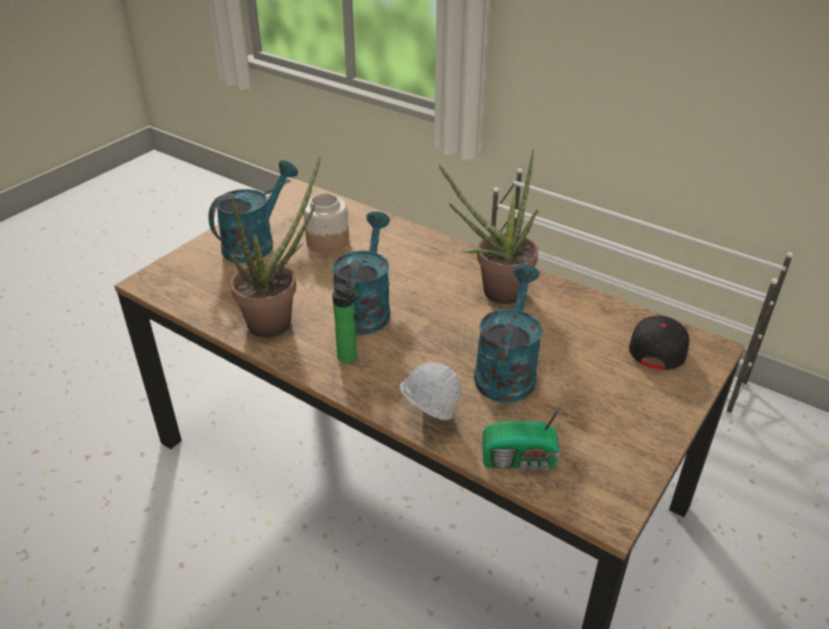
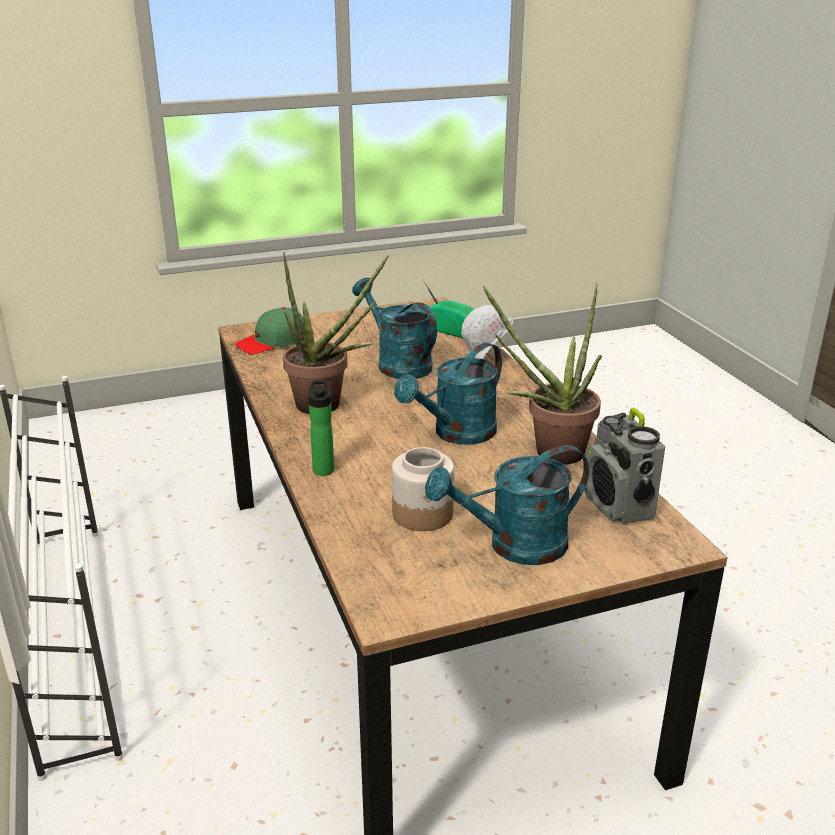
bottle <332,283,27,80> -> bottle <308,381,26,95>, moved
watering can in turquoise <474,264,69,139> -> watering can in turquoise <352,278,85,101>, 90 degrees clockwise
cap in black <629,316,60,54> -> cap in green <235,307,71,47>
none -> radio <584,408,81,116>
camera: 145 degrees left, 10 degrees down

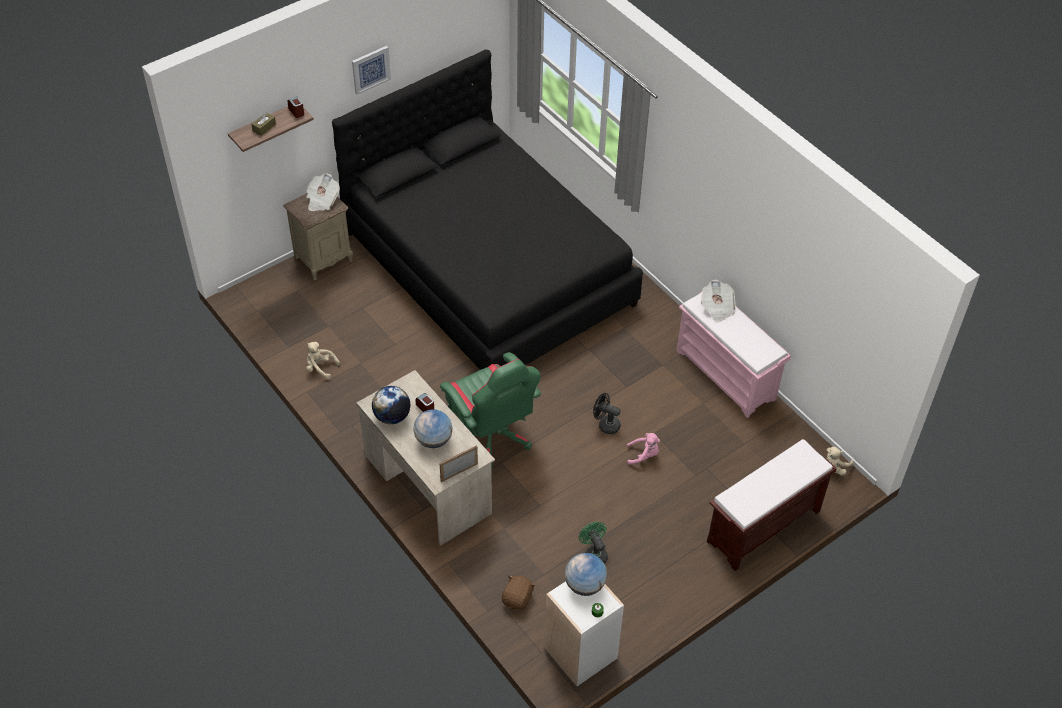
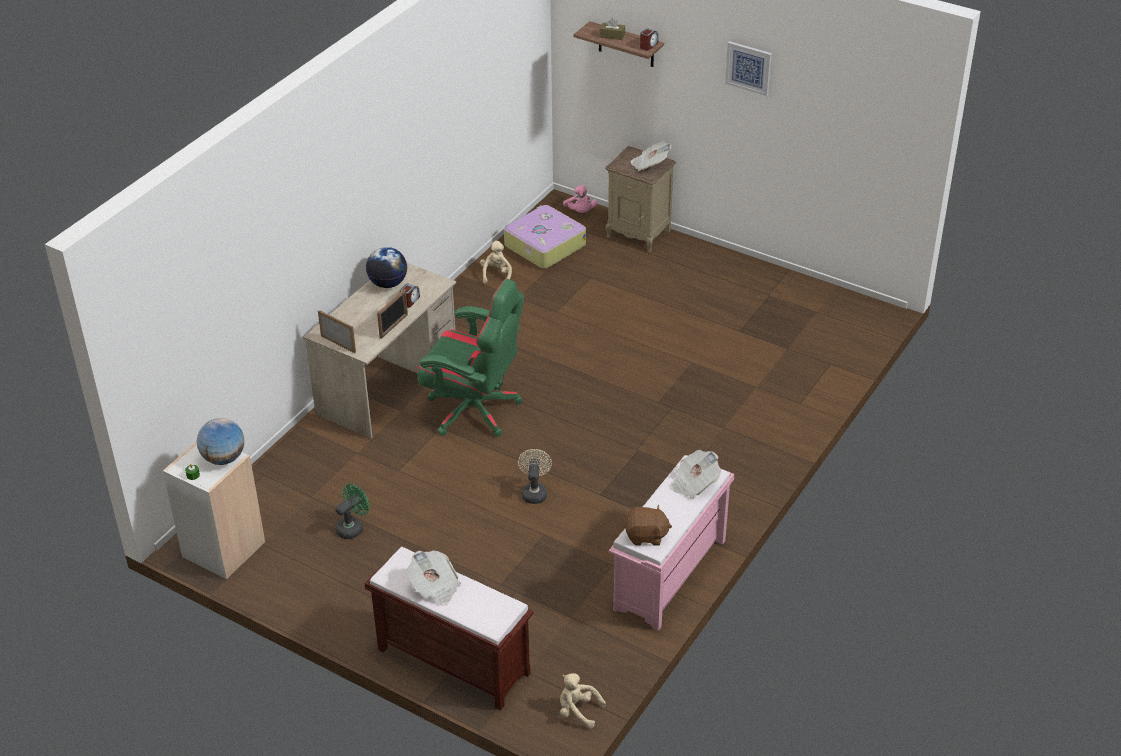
bed in black <332,49,311,321> -> none
globe <413,409,40,39> -> none
office chair in green <440,352,101,117> -> office chair in green <417,278,107,159>, 105 degrees counterclockwise
plush toy in brown <502,575,33,35> -> plush toy in brown <624,505,48,41>, moved
fan in black <593,393,28,42> -> fan in beige <518,449,34,55>
plush toy in pink <627,433,33,32> -> plush toy in pink <563,185,34,28>, moved
none -> picture frame <377,289,31,50>
none -> newspaper <407,550,54,56>
none -> suitcase <504,205,82,64>
camera: 70 degrees right, 10 degrees down

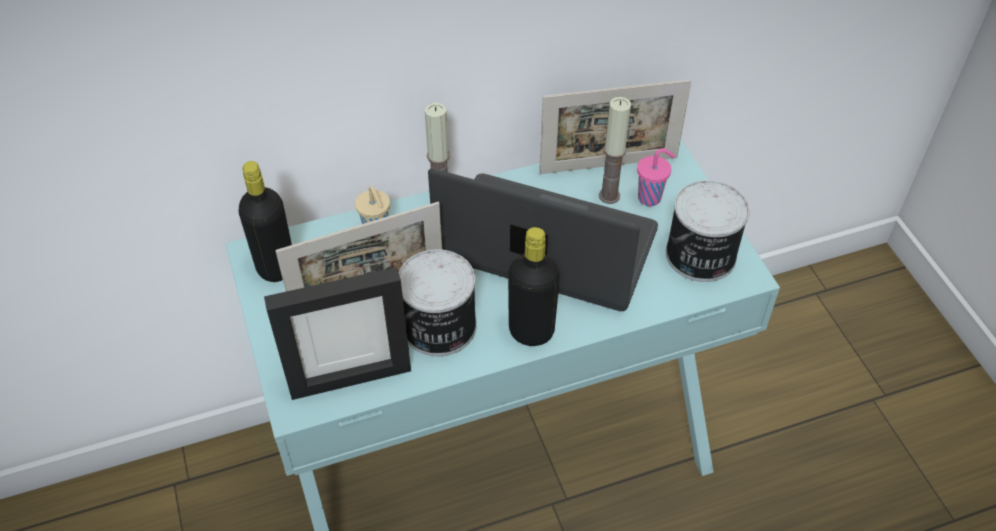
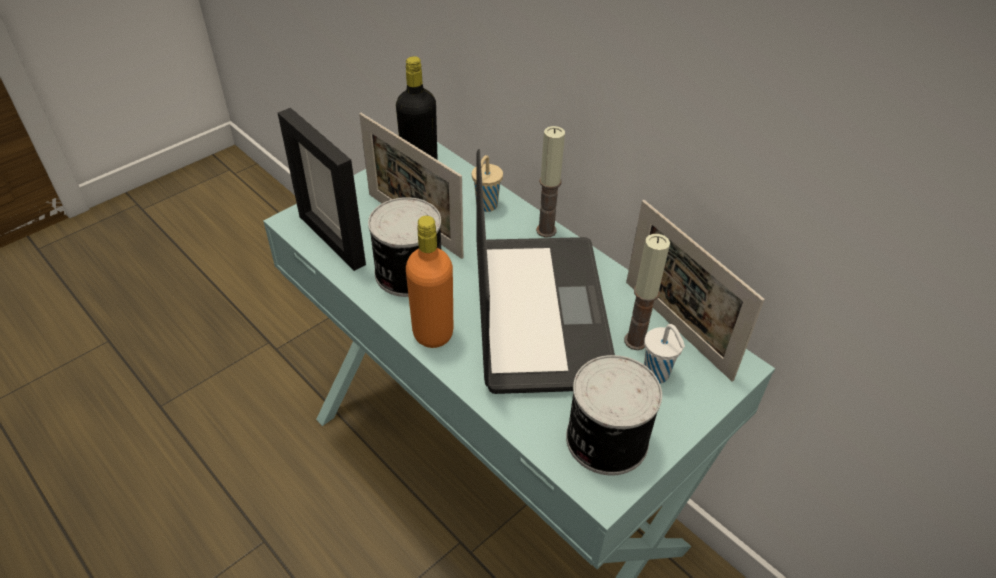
bottle in black <508,227,52,119> -> bottle in orange <406,216,47,132>
cup in pink <637,148,39,58> -> cup in white <644,324,41,60>
camera: 65 degrees right, 5 degrees down

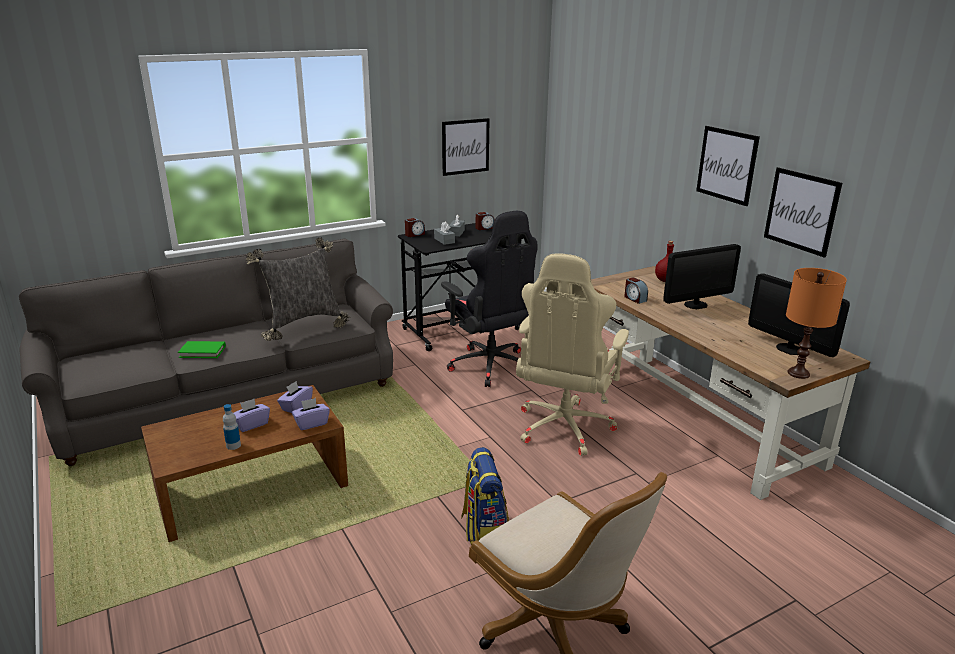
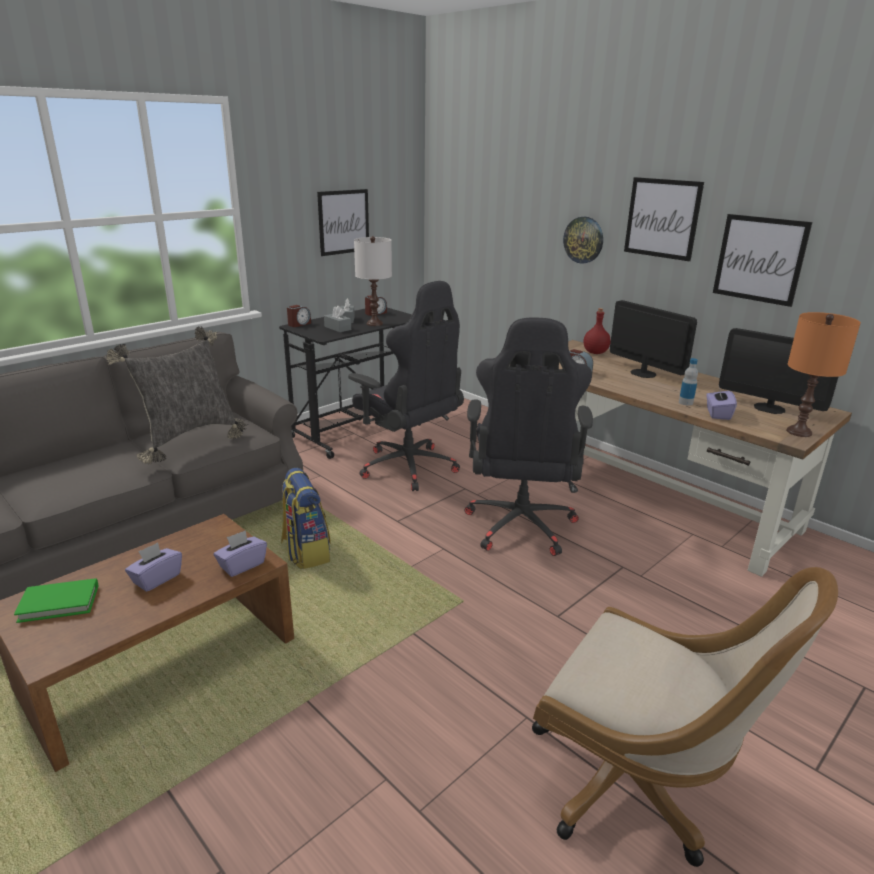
book in green <178,341,48,17> -> book in green <14,578,84,45>, moved
bottle <223,404,18,46> -> bottle <679,358,19,48>, moved
tissue box in purple <277,381,36,32> -> tissue box in purple <706,387,31,33>, moved
backpack <461,447,48,97> -> backpack <281,468,50,102>, moved
office chair in beige <516,253,113,203> -> office chair in black <464,317,129,239>
monitor <663,244,78,65> -> monitor <610,300,87,78>, 90 degrees counterclockwise
none -> table lamp in white <354,236,38,90>
none -> wall clock <563,217,40,47>
camera: 15 degrees left, 0 degrees up

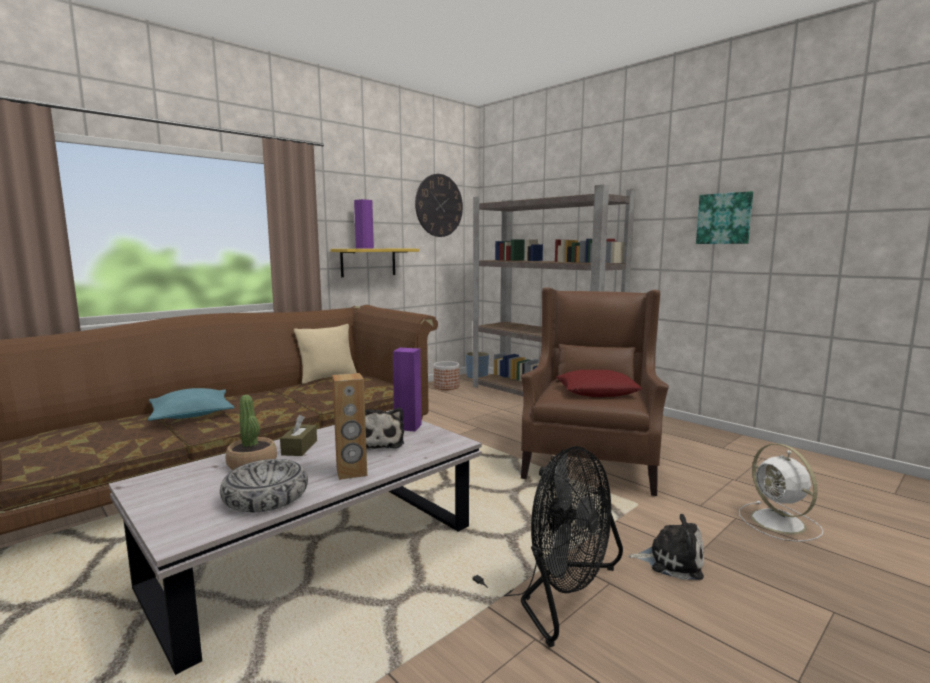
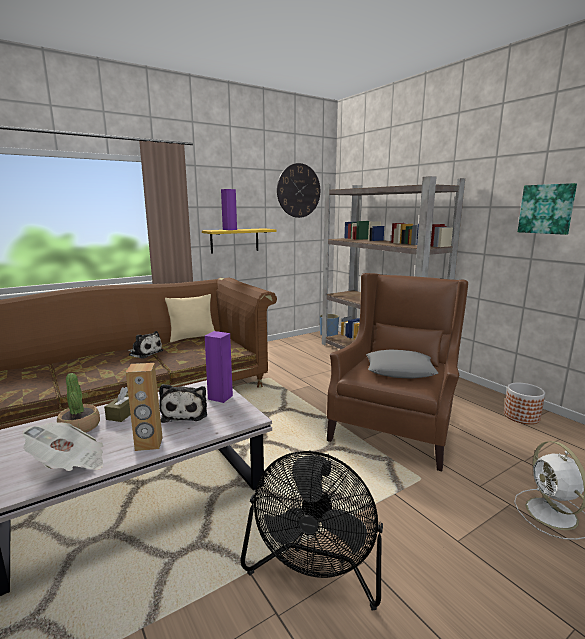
pillow in turquoise <148,388,86,33> -> none
bowl <220,459,88,53> -> newspaper <22,422,81,49>
planter <434,361,25,29> -> planter <504,382,41,42>, moved
fan in black <472,446,151,202> -> fan in black <241,451,142,160>, 60 degrees clockwise
pillow in red <557,370,86,27> -> pillow in grey <366,349,73,30>
plush toy <628,514,76,66> -> plush toy <128,331,35,27>, moved
camera: 10 degrees right, 5 degrees up

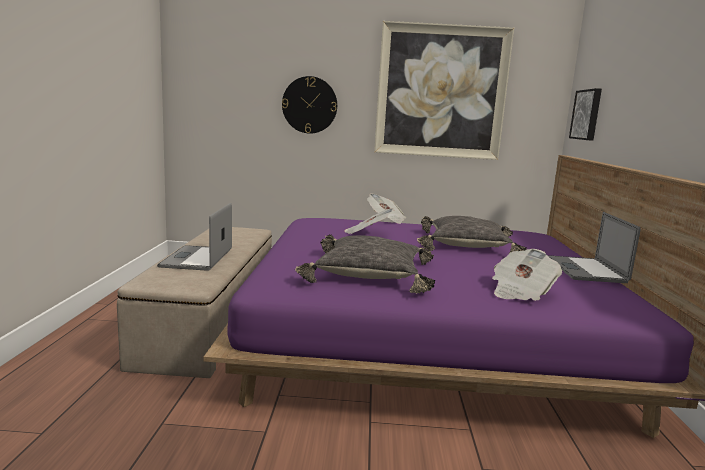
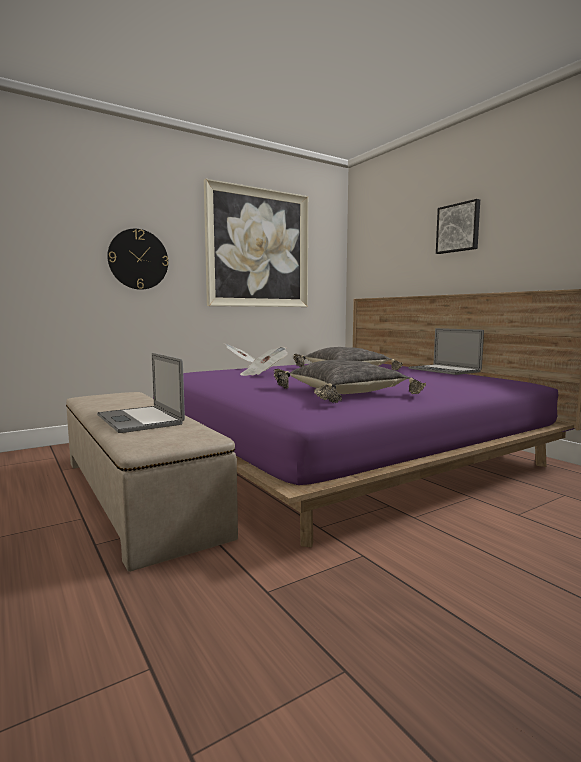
newspaper <492,249,70,52> -> none
picture <569,88,33,53> -> picture <436,199,44,55>, moved
camera: 35 degrees left, 5 degrees down

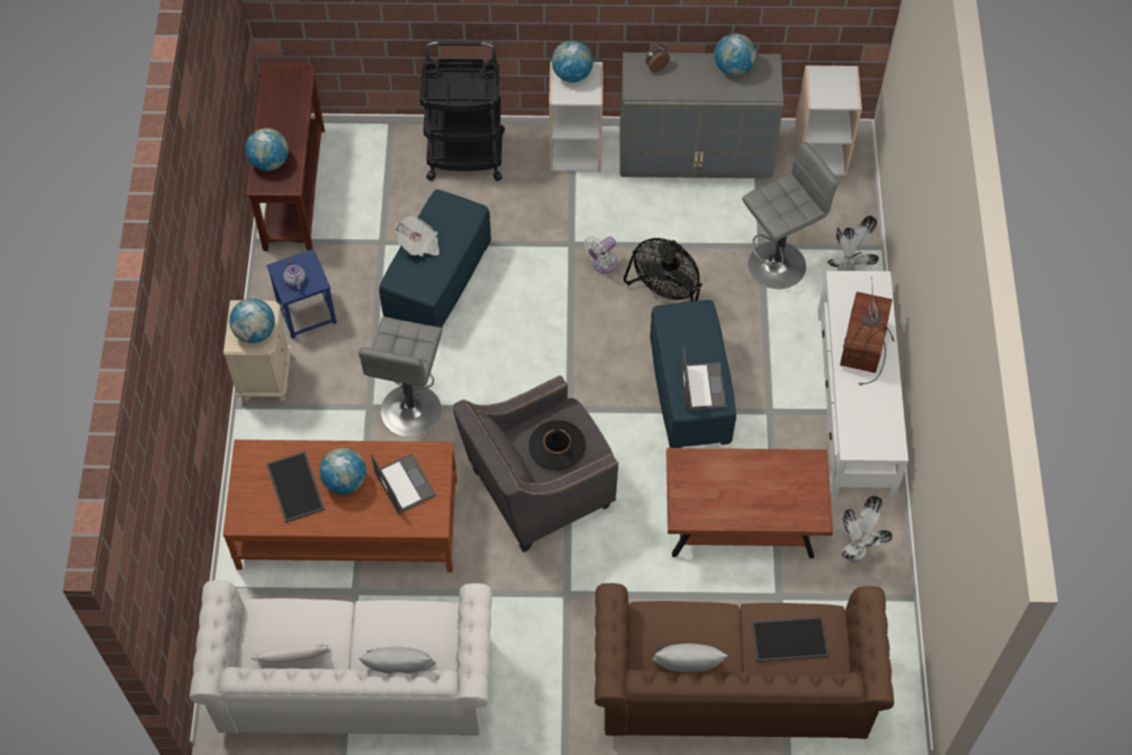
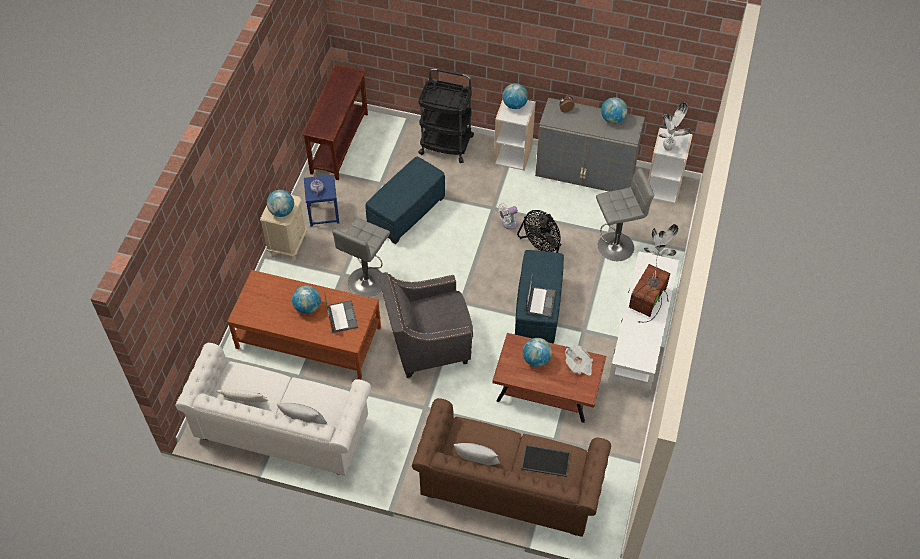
globe <245,128,43,43> -> globe <523,338,29,29>, moved
tray <267,451,58,72> -> none
newspaper <394,216,45,41> -> newspaper <565,345,28,31>, moved
hat in black <529,420,57,51> -> none
potted plant <841,496,51,67> -> potted plant <658,103,33,48>, moved
camera: 15 degrees right, 5 degrees down

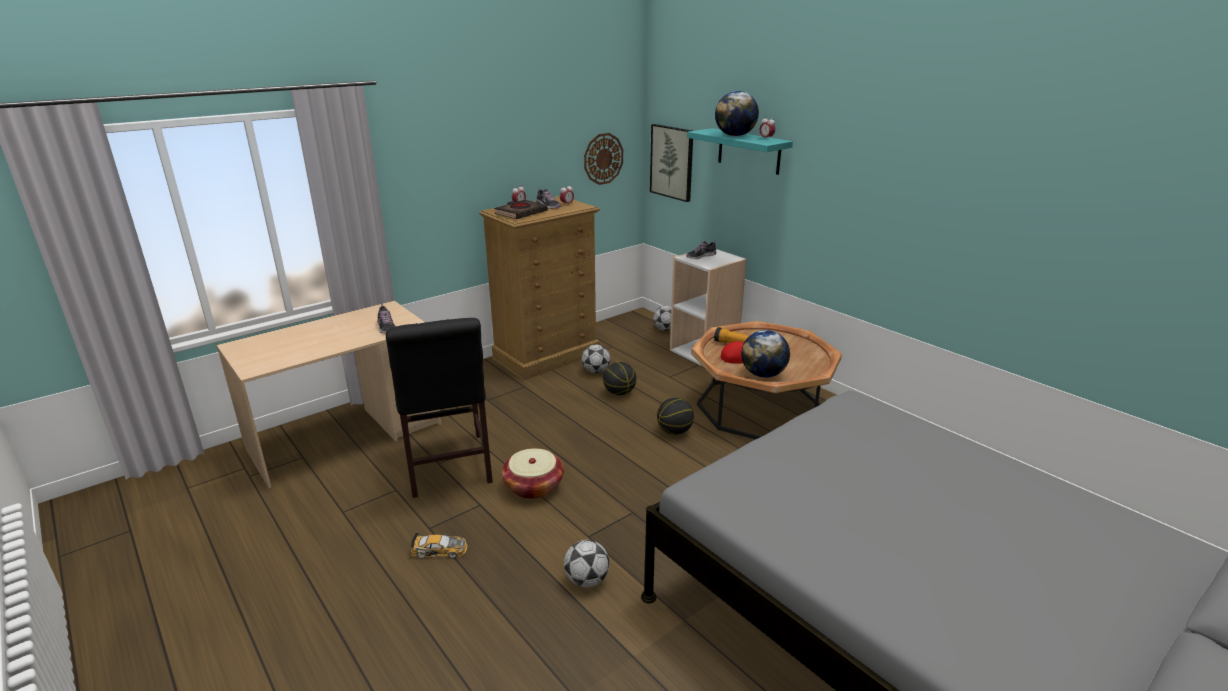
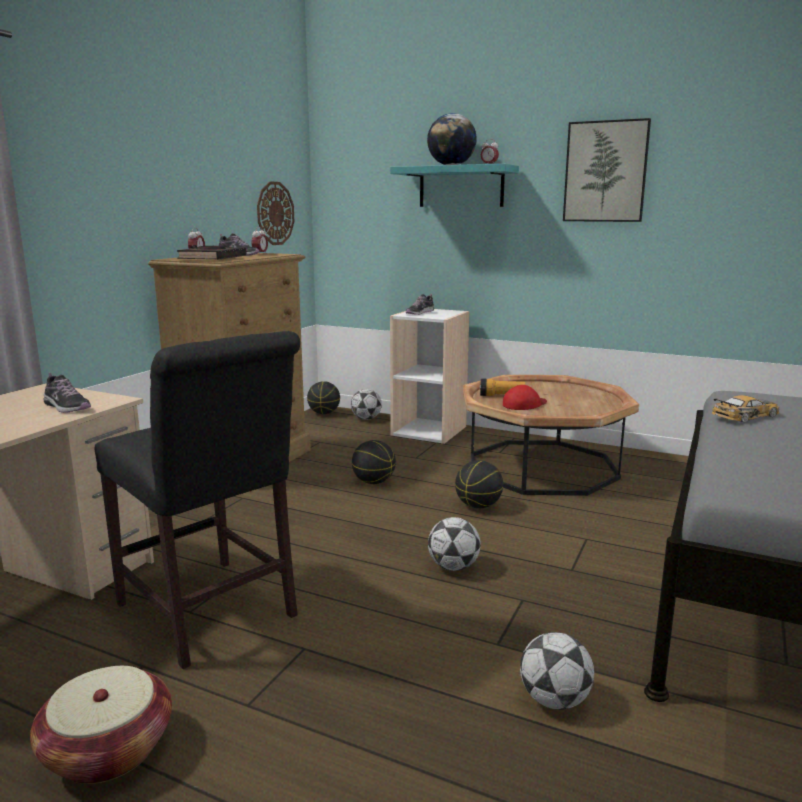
toy car <410,533,58,25> -> toy car <712,395,67,27>, moved
basket <502,449,62,50> -> basket <30,666,142,118>, moved
football <582,345,28,28> -> football <428,517,53,54>, moved
picture <650,124,43,78> -> picture <563,118,88,104>, moved
globe <741,330,49,48> -> none
none -> basketball <307,381,33,33>
camera: 25 degrees left, 10 degrees down

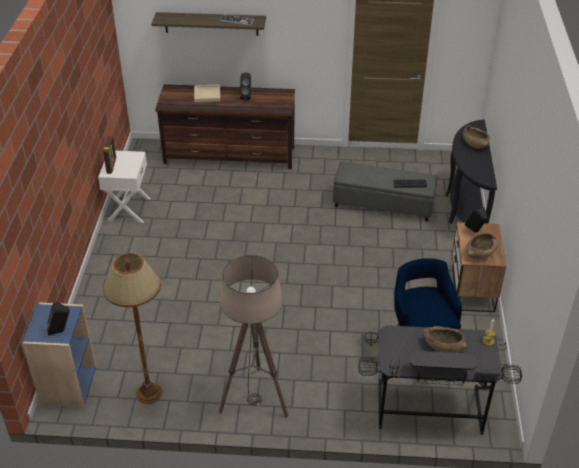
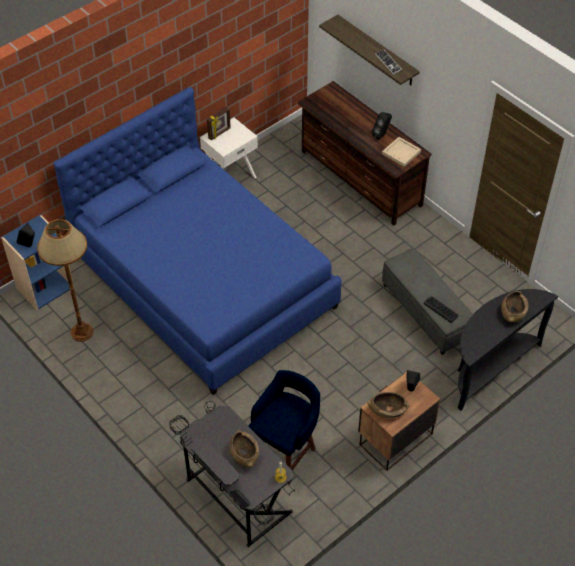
tray in beige <194,85,26,17> -> tray in beige <382,137,39,30>, moved
floor lamp <219,255,70,163> -> none
none -> bed in blue <54,87,288,308>
camera: 45 degrees right, 10 degrees up

